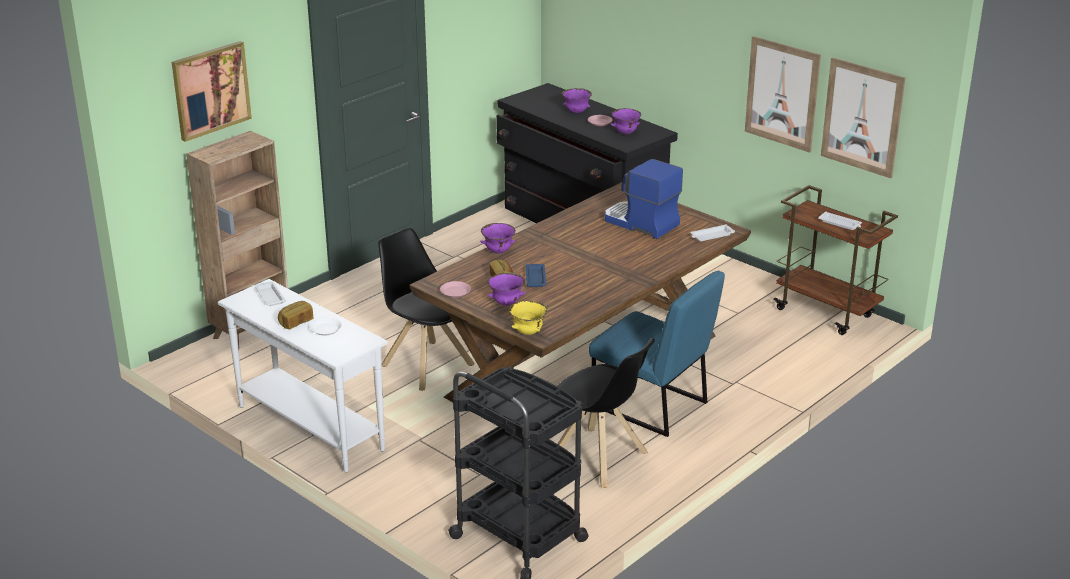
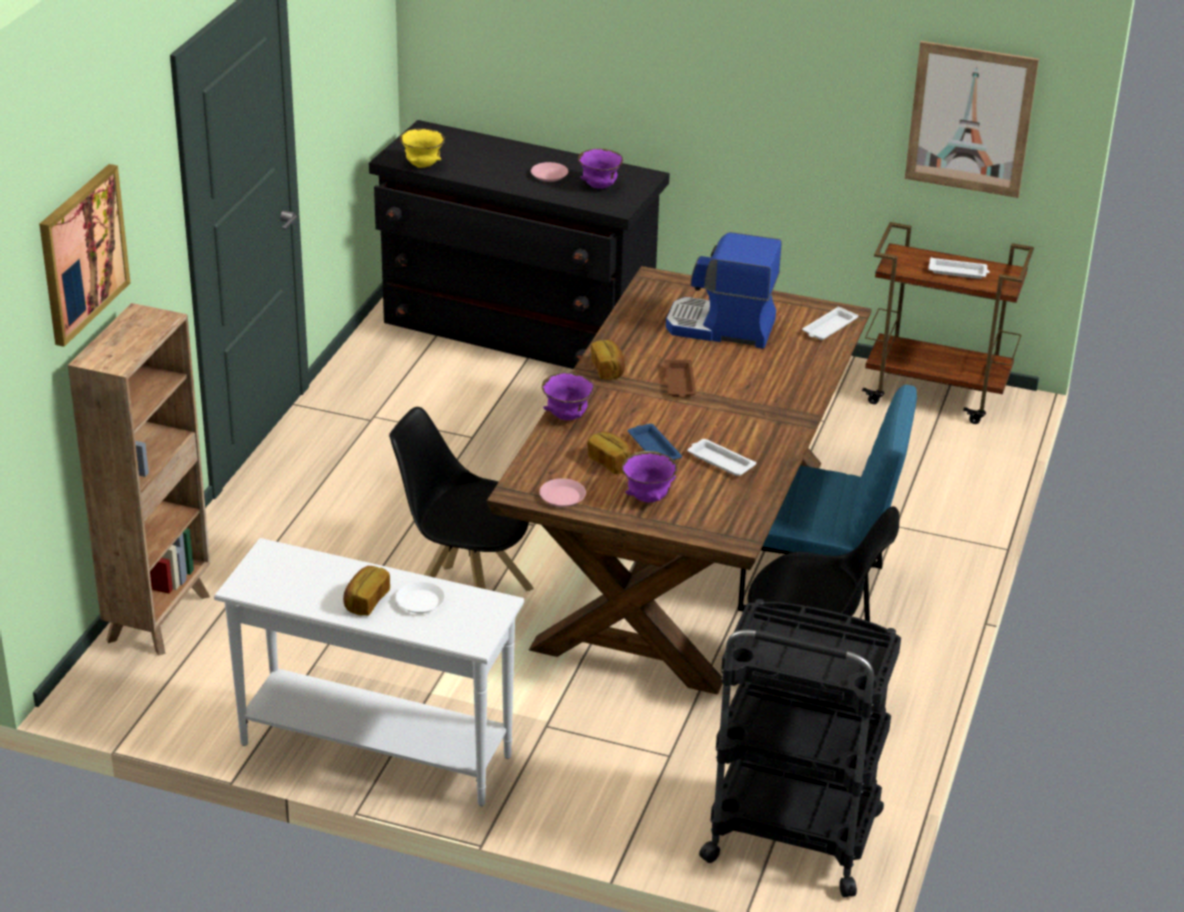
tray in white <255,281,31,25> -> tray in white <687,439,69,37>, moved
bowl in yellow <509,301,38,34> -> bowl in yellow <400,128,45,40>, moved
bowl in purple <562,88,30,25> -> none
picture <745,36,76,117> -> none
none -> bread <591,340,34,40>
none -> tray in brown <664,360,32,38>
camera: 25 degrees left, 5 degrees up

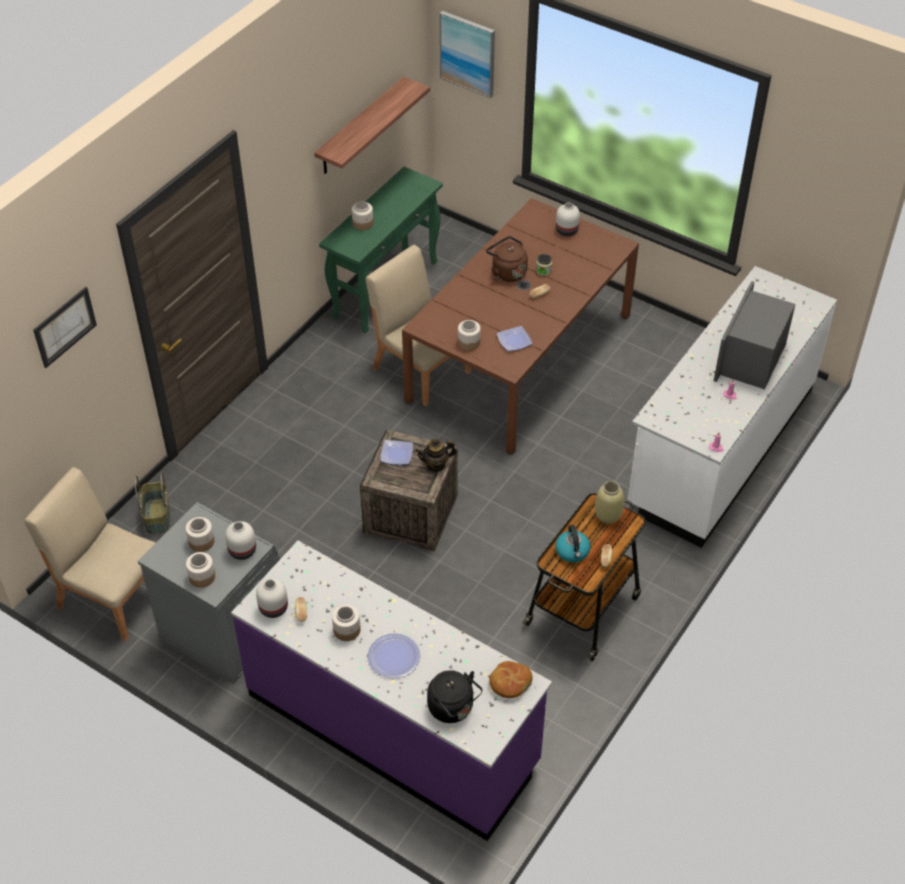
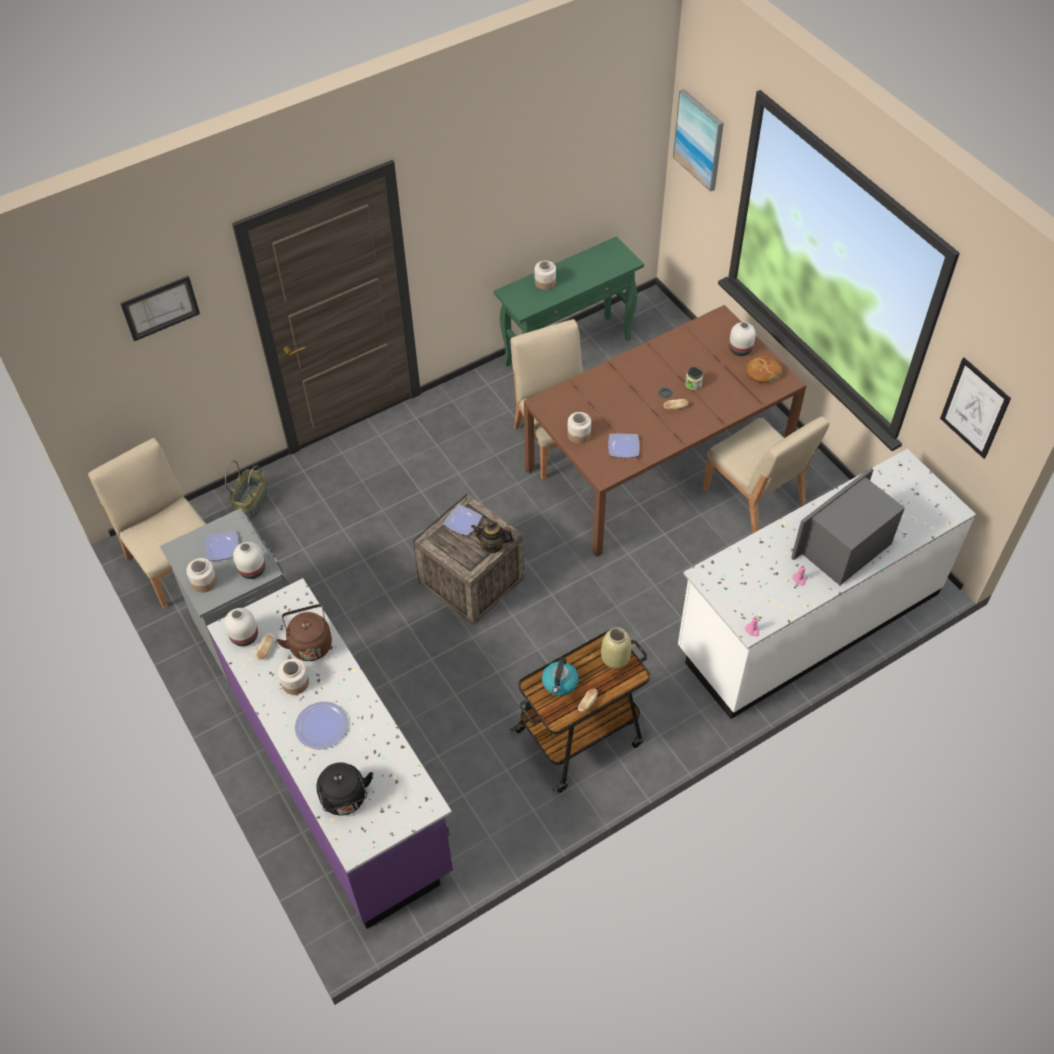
jar <186,517,28,35> -> plate <205,531,34,30>
shelf <314,77,116,97> -> none
kettle in brown <486,236,42,46> -> kettle in brown <276,604,56,57>, moved
bread <489,661,43,37> -> bread <746,356,36,27>, moved
none -> chair in beige <703,417,127,117>
none -> picture <940,358,71,101>
camera: 25 degrees right, 5 degrees up

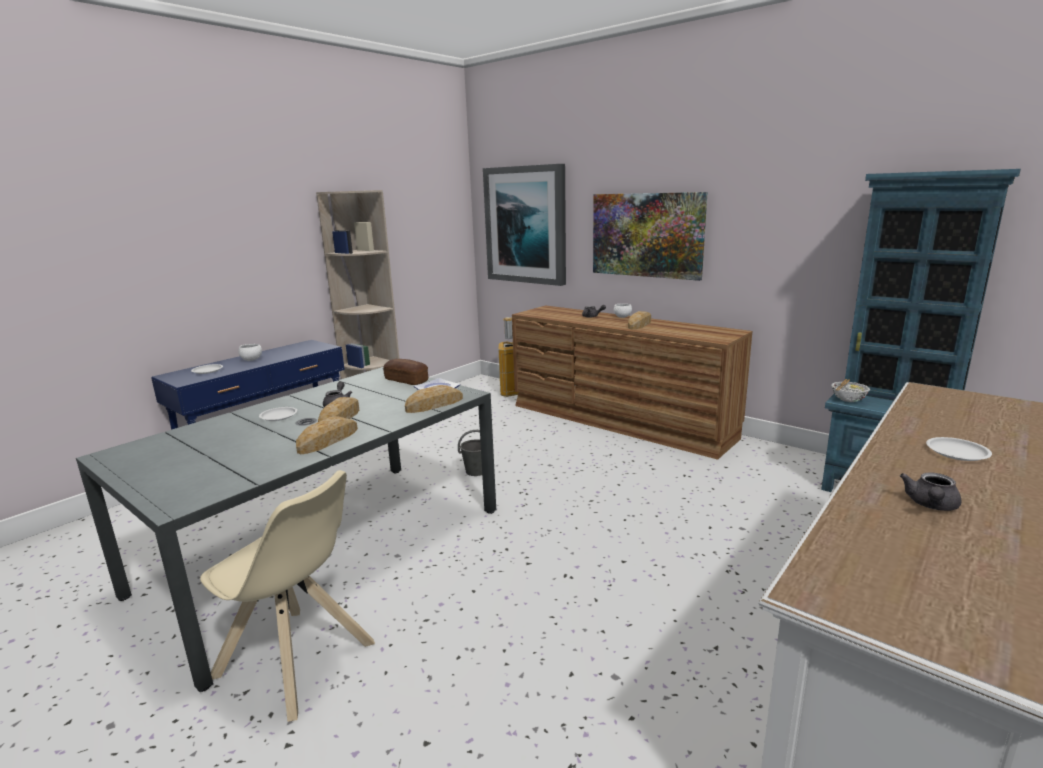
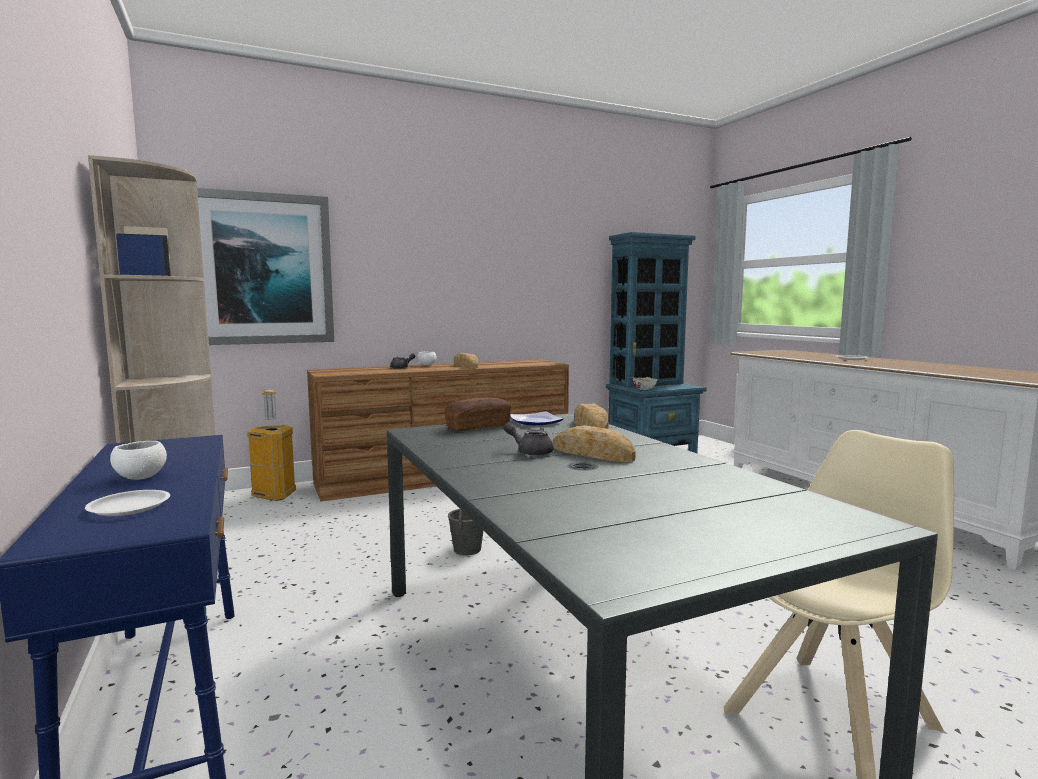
plate in white <259,407,38,14> -> none
bread <296,416,62,38> -> none
picture <593,192,115,89> -> none
teapot in grey <900,472,62,39> -> none
camera: 65 degrees left, 10 degrees down

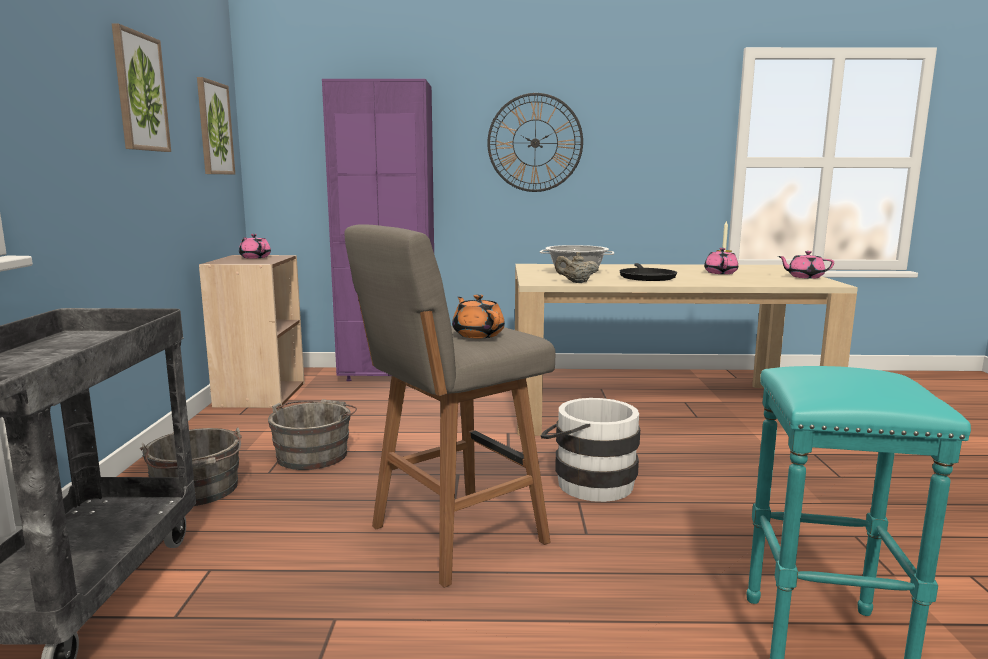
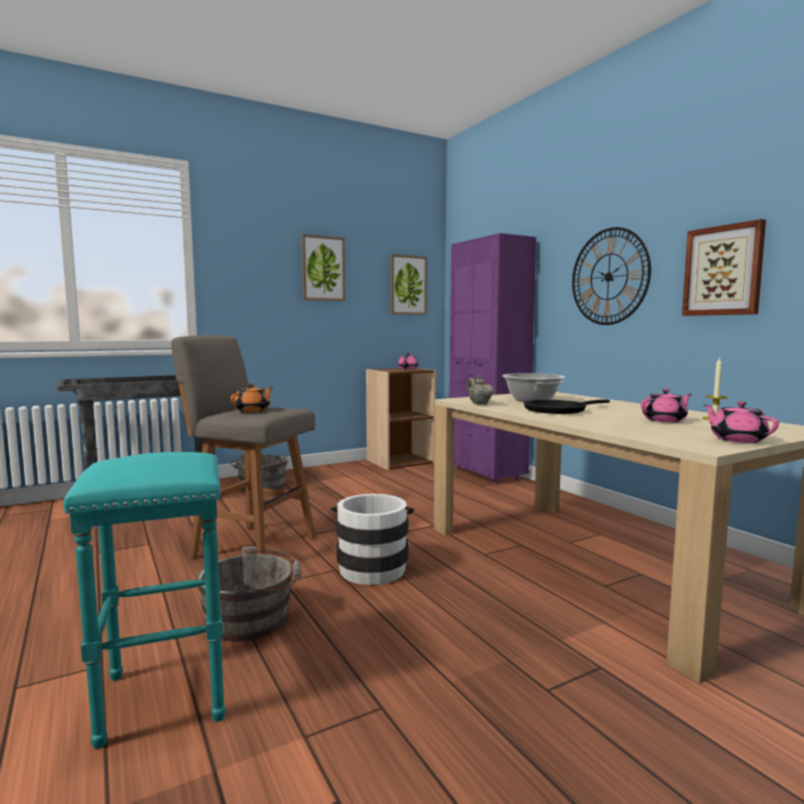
bucket in grey <268,399,89,71> -> bucket in grey <196,546,105,96>, moved
none -> picture <682,219,84,97>
camera: 60 degrees right, 5 degrees down

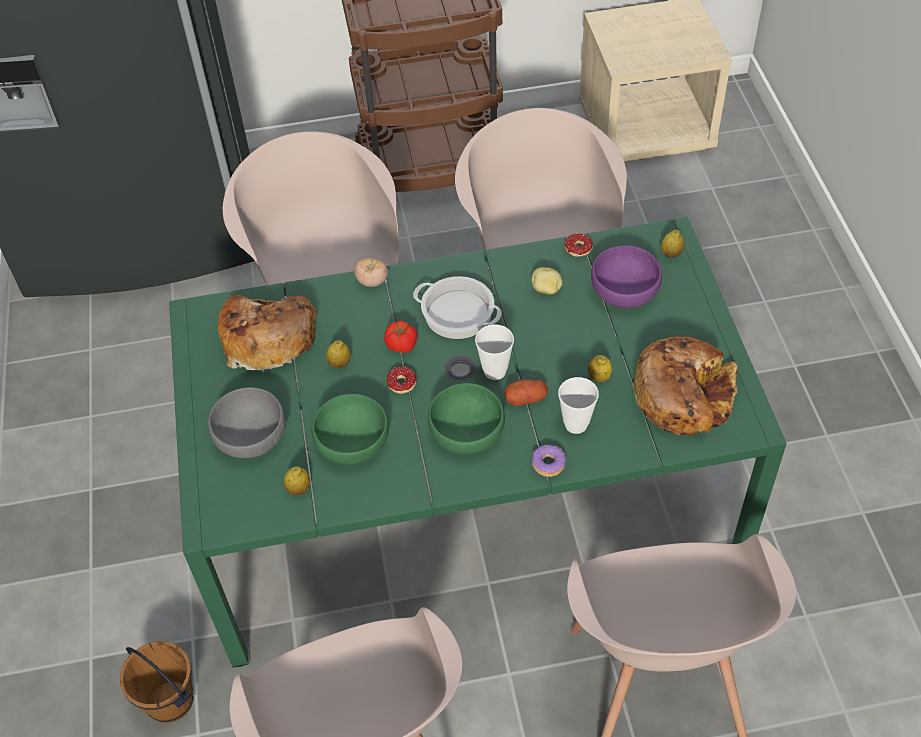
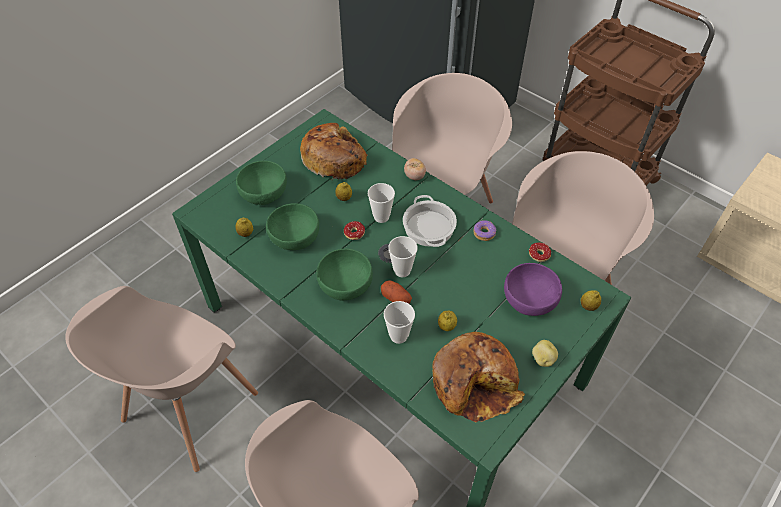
bucket in brown <120,641,74,82> -> none
bowl in grey <208,387,77,71> -> bowl in green <236,161,51,44>
tomato <384,320,33,33> -> cup <368,183,27,40>
potato <532,267,30,28> -> potato <532,340,26,27>, moved
donut <532,445,34,32> -> donut <473,220,24,21>, moved
camera: 50 degrees right, 0 degrees up

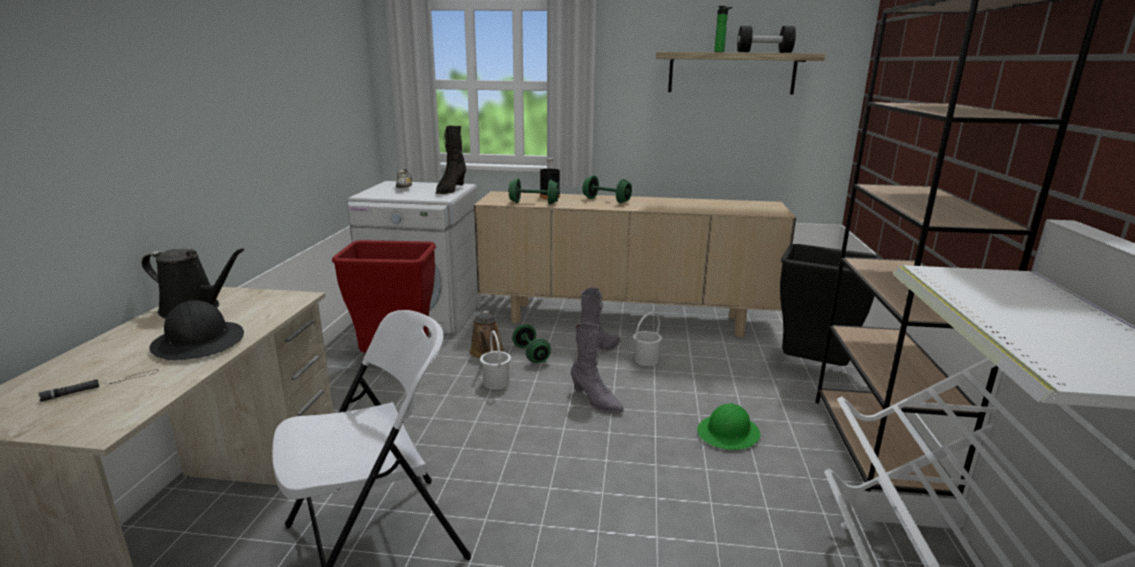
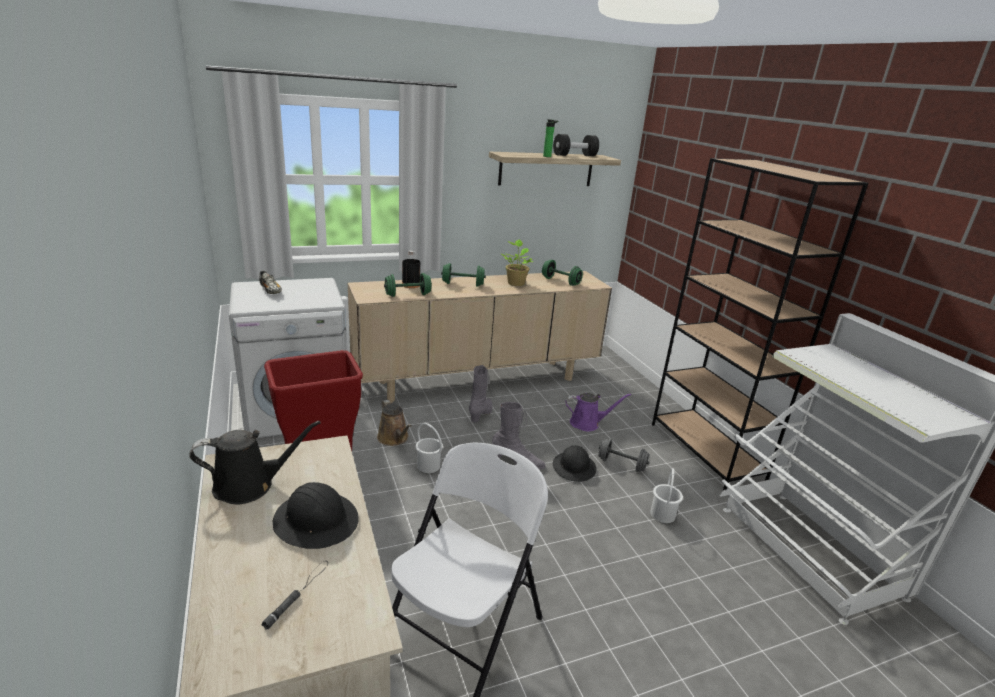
boot in black <435,126,31,68> -> none
dumbbell in green <512,324,39,39> -> dumbbell in green <542,260,41,26>, moved
bucket in white <633,312,29,54> -> bucket in white <650,468,33,55>, moved
hard hat in green <697,403,63,47> -> dumbbell in grey <599,438,50,34>
trash can in black <780,244,102,122> -> none
none -> potted plant <501,239,33,47>
none -> hard hat in black <553,445,43,37>
none -> watering can in purple <566,393,65,39>
camera: 30 degrees left, 5 degrees up

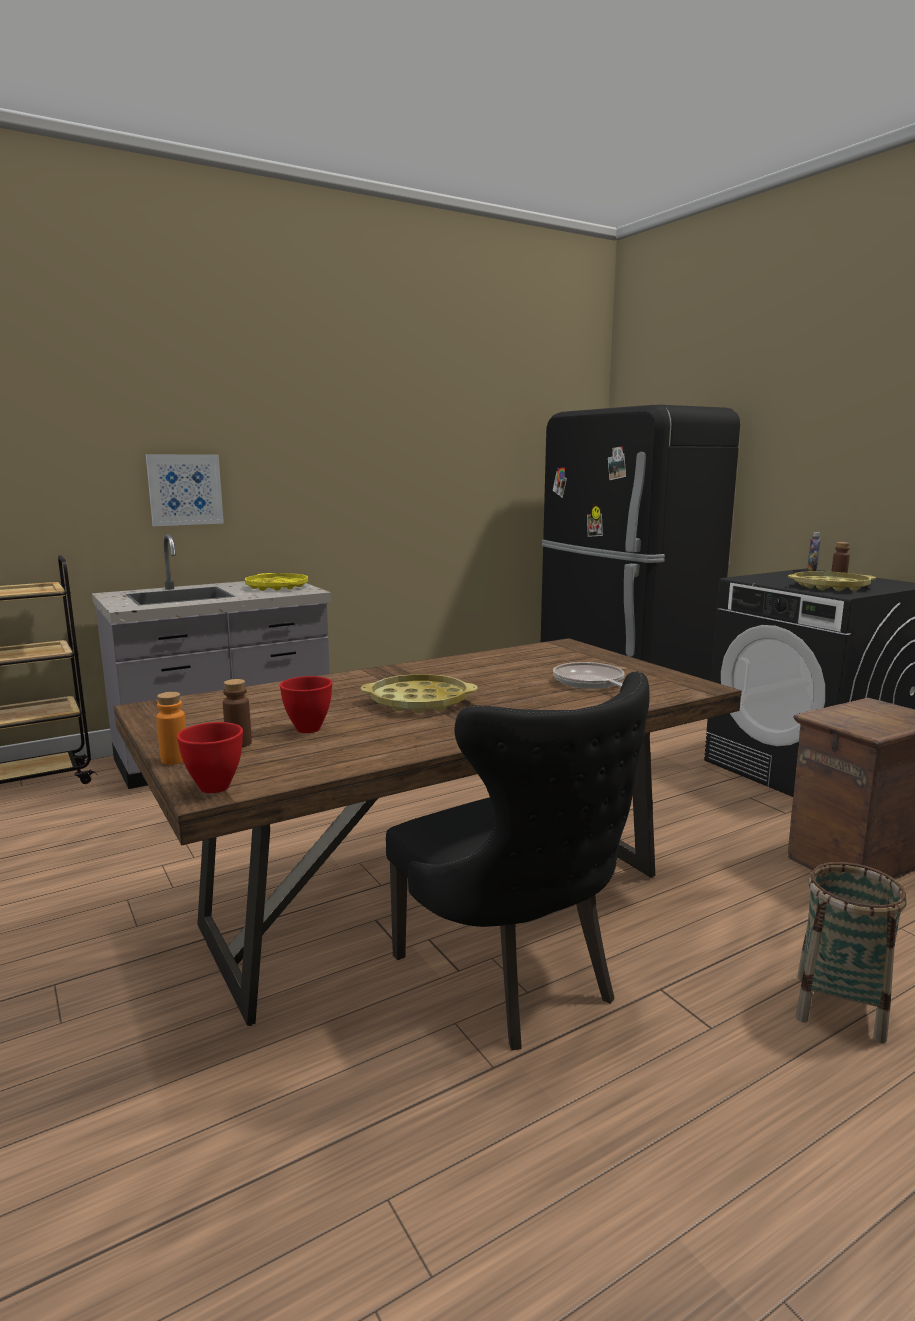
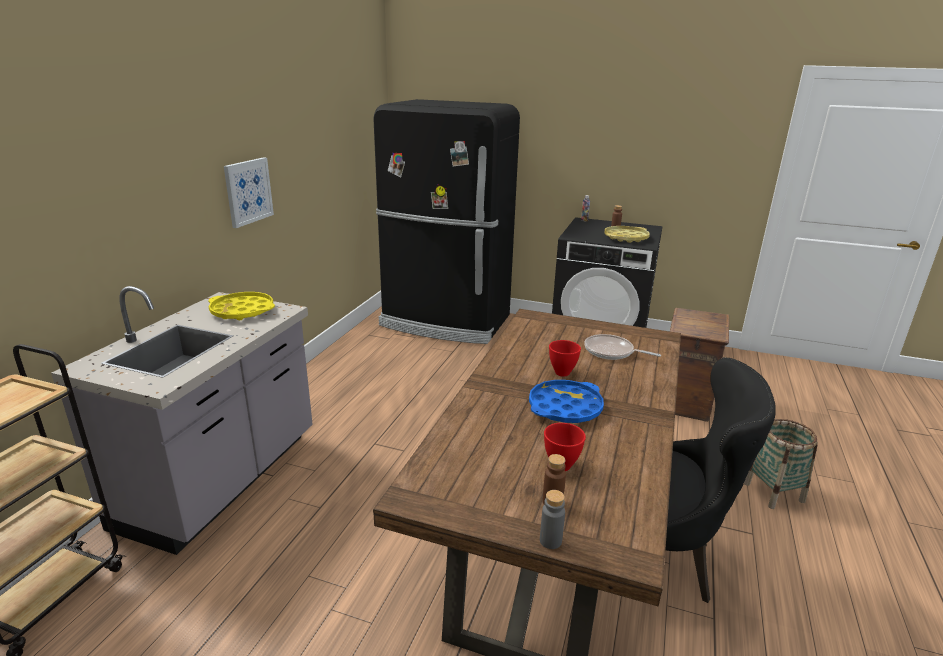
picture <146,454,78,72> -> picture <224,157,50,71>, moved
bottle in orange <156,692,30,73> -> bottle in grey <540,490,25,59>
bowl in red <177,722,66,71> -> bowl in red <549,340,32,37>, moved
tray in yellow <361,674,117,39> -> tray in blue <529,380,75,43>
camera: 40 degrees left, 10 degrees up

